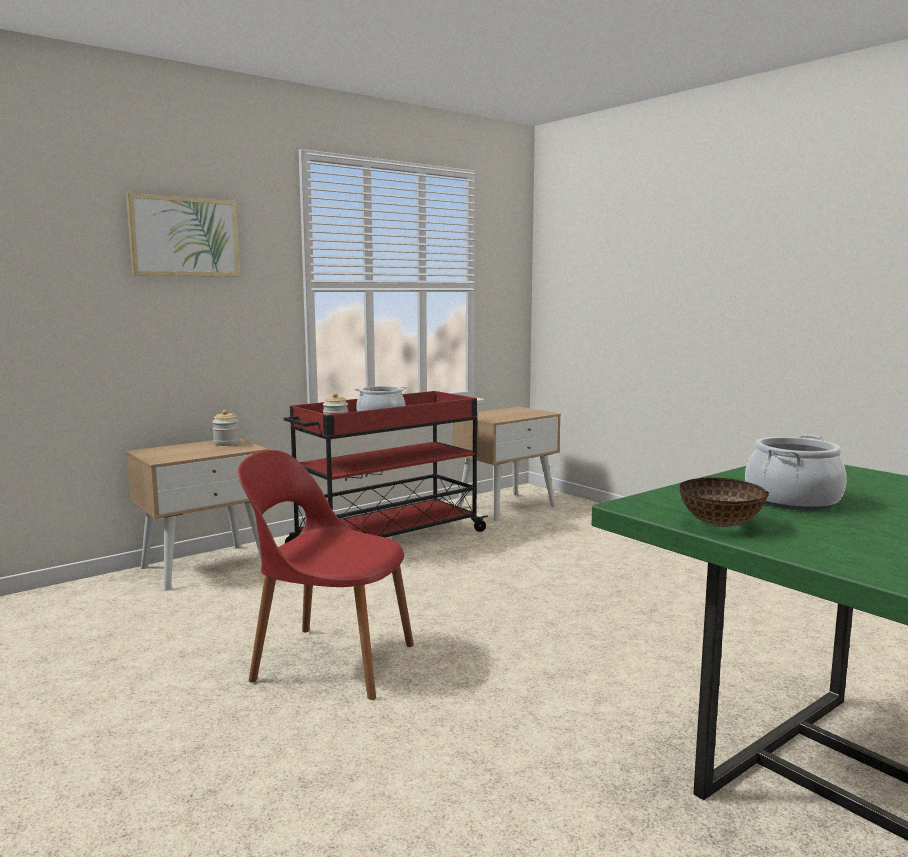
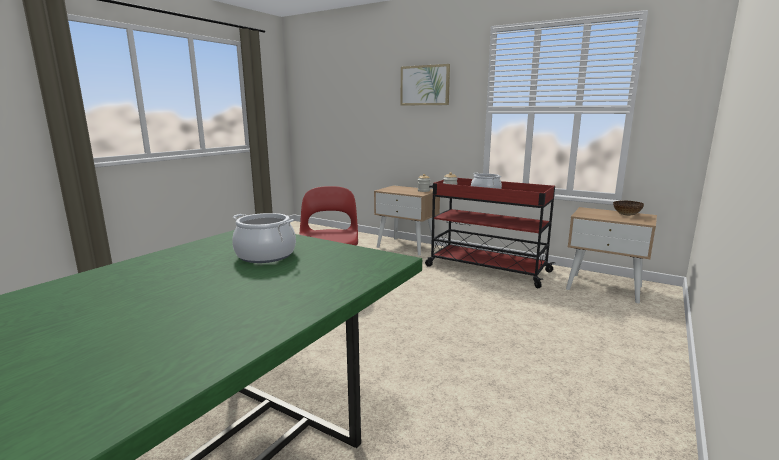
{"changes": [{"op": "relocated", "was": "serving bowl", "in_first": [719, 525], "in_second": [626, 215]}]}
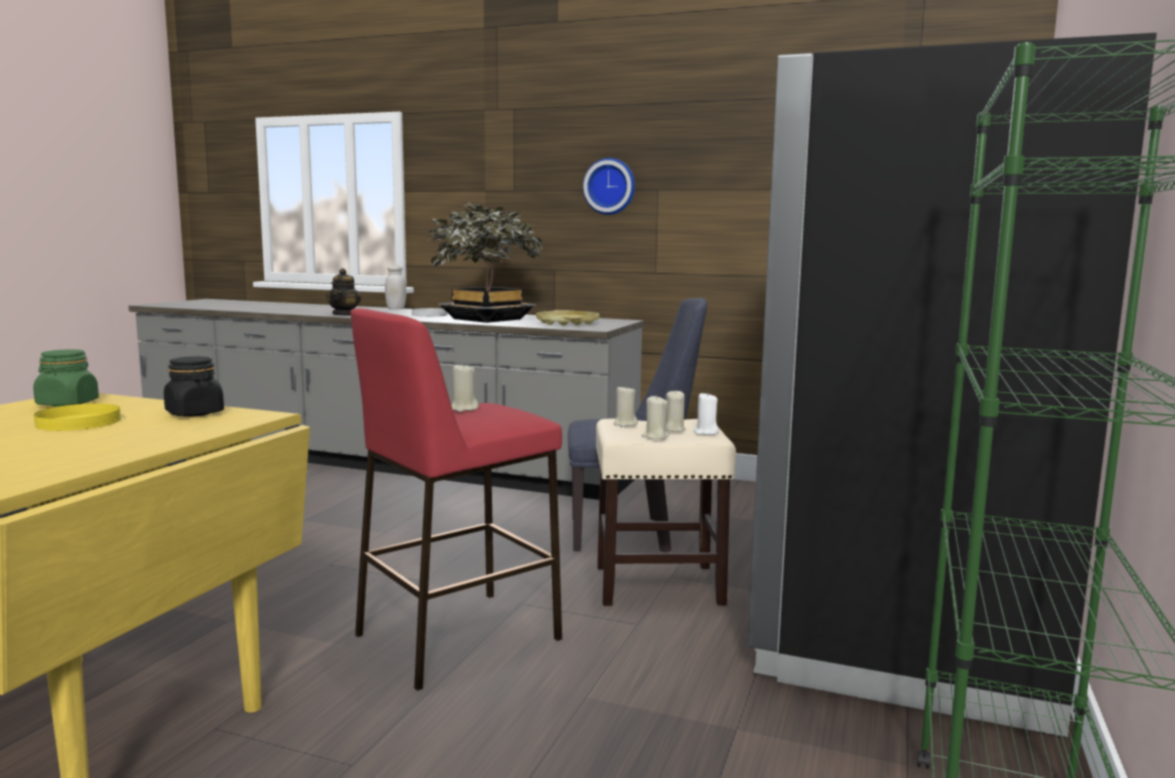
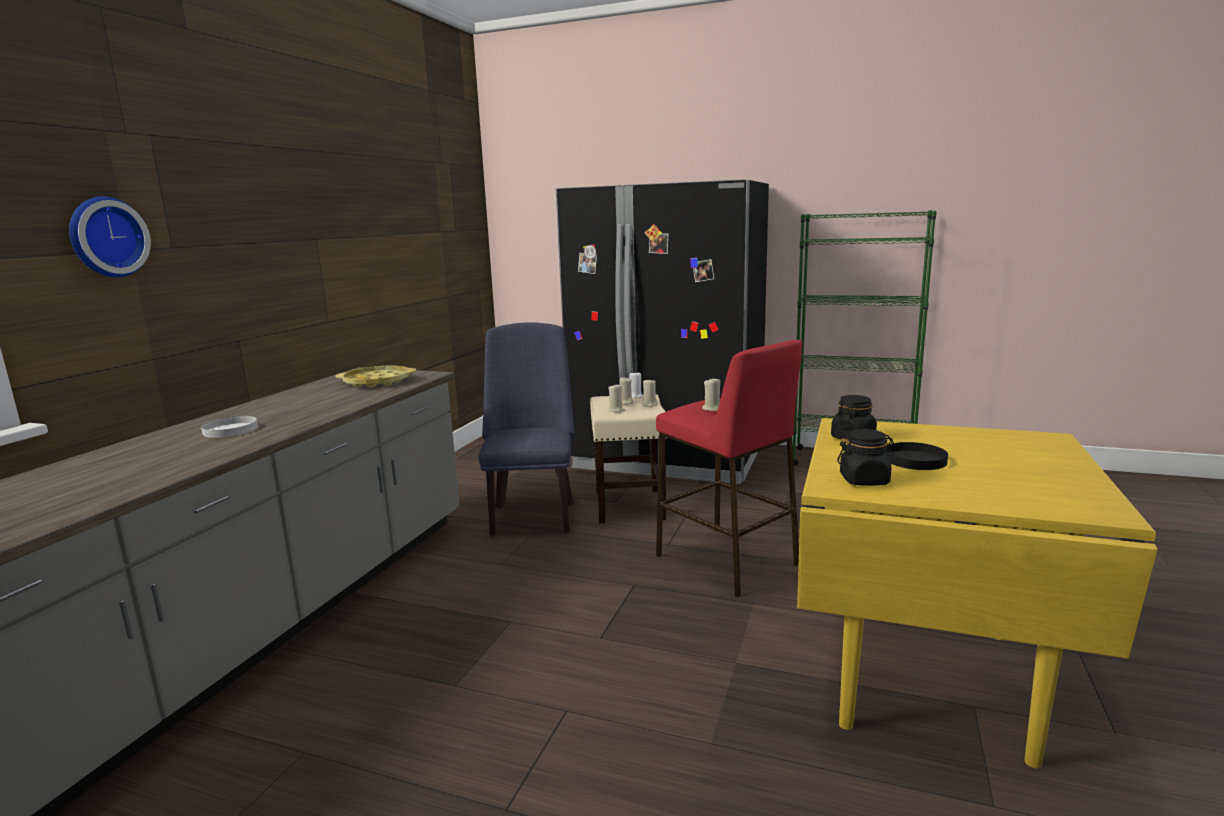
{"changes": [{"op": "colour", "was": "storage jar (green)", "now": "storage jar (black)", "in_first": [67, 404], "in_second": [864, 480]}, {"op": "colour", "was": "flat dish (yellow)", "now": "flat dish (black)", "in_first": [79, 422], "in_second": [915, 459]}, {"op": "missing", "was": "tea pot", "in_first": [344, 314]}, {"op": "missing", "was": "storage jar (white-coloured)", "in_first": [396, 309]}, {"op": "missing", "was": "houseplant", "in_first": [487, 319]}, {"op": "relocated", "was": "clock on the wall", "in_first": [610, 186], "in_second": [106, 237]}]}
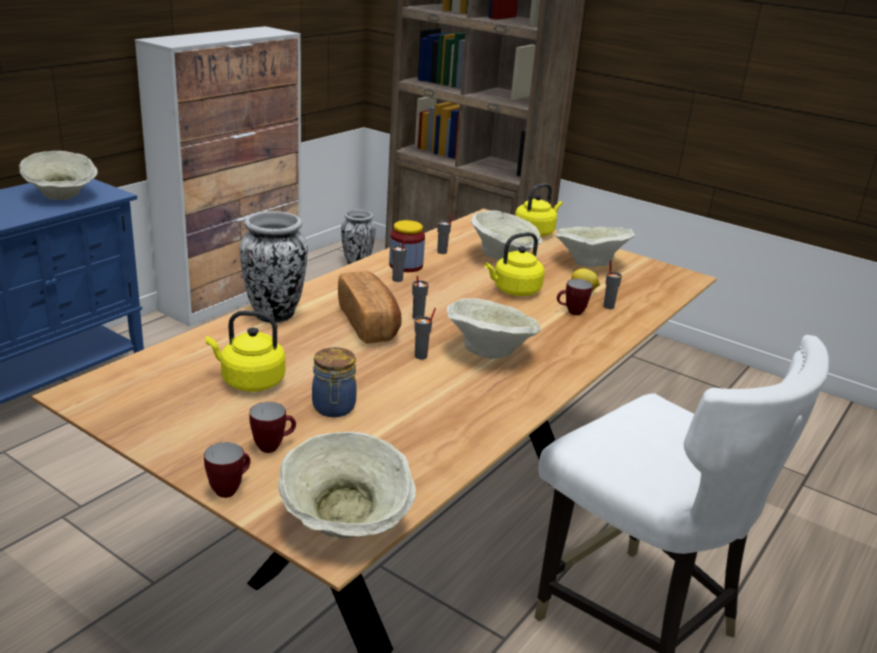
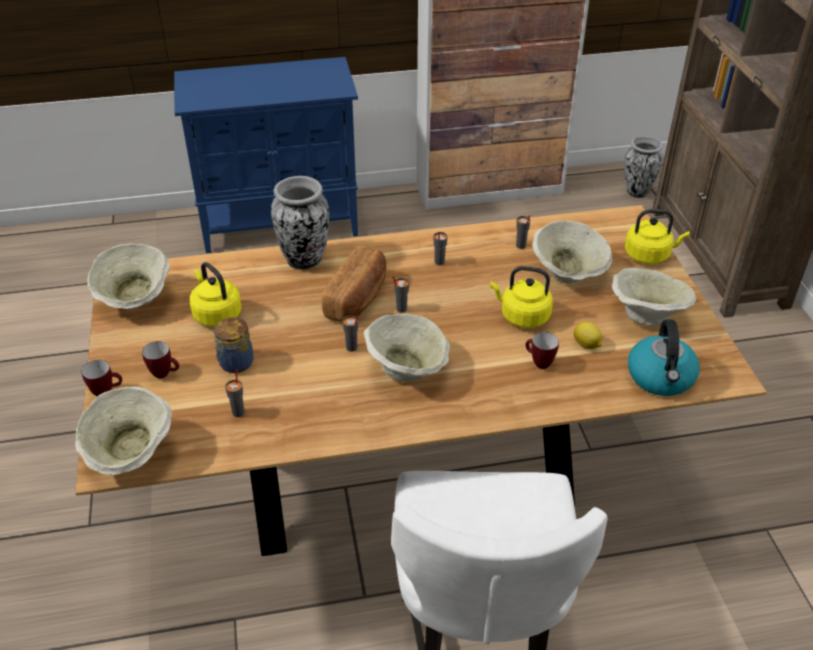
{"changes": [{"op": "relocated", "was": "serving bowl (sand-coloured)", "in_first": [62, 196], "in_second": [135, 300]}, {"op": "missing", "was": "storage jar", "in_first": [406, 265]}, {"op": "relocated", "was": "cup (gray)", "in_first": [608, 306], "in_second": [238, 412]}, {"op": "appeared", "now": "kettle", "in_second": [661, 377]}]}
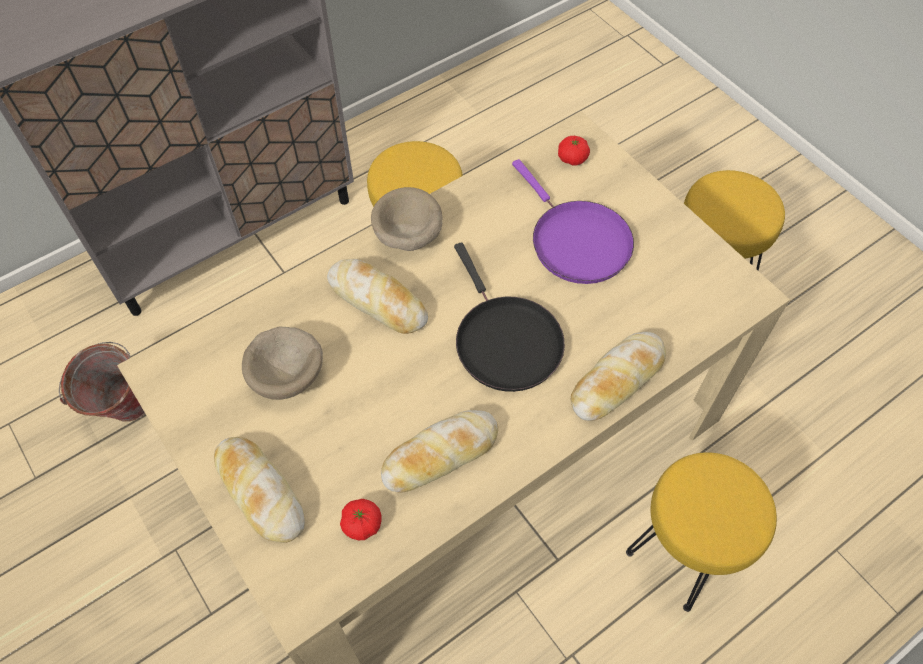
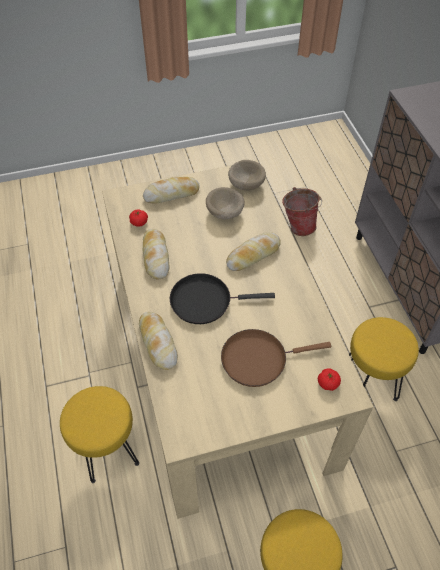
{"changes": [{"op": "relocated", "was": "serving bowl (sand-coloured)", "in_first": [407, 236], "in_second": [245, 184]}, {"op": "colour", "was": "pan (purple-coloured)", "now": "pan (brown)", "in_first": [576, 241], "in_second": [258, 359]}]}
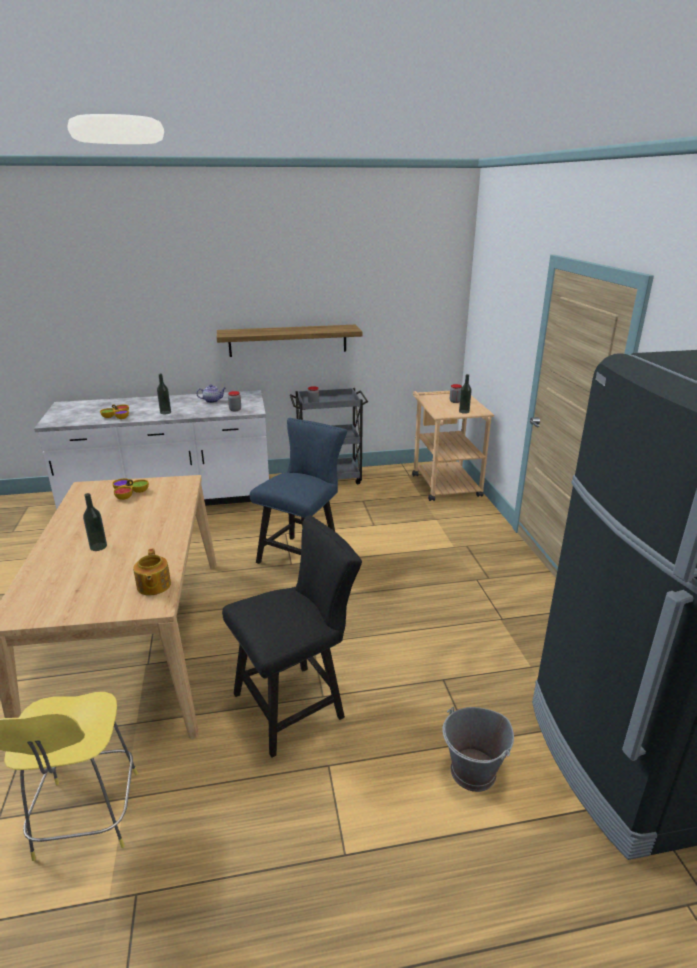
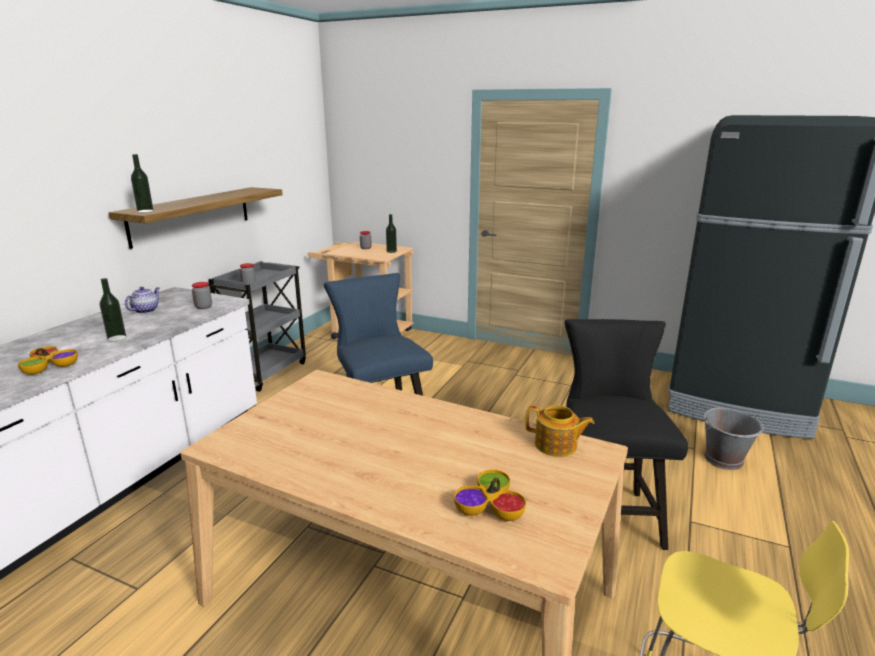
{"changes": [{"op": "relocated", "was": "drink bottle", "in_first": [98, 546], "in_second": [145, 211]}, {"op": "relocated", "was": "serving bowl", "in_first": [129, 493], "in_second": [490, 506]}]}
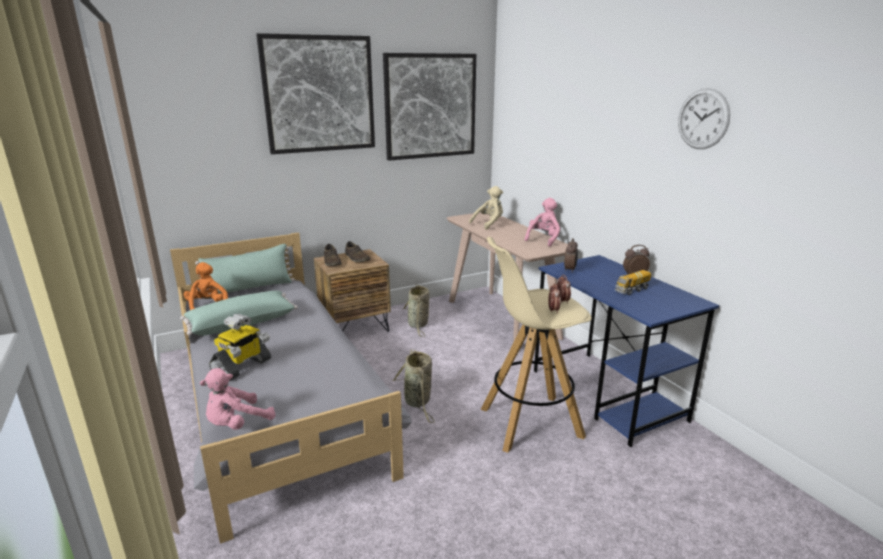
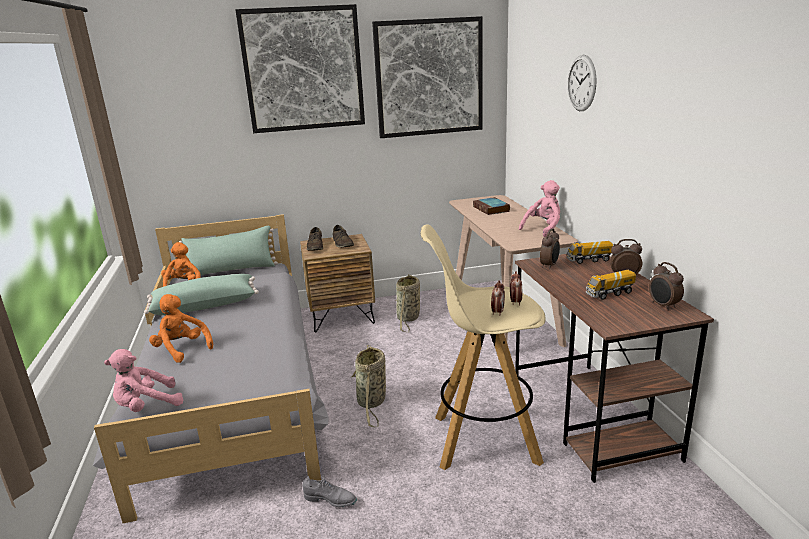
{"changes": [{"op": "exchanged", "was": "toy robot", "now": "cuddly toy (orangey)", "in_first": [242, 367], "in_second": [182, 349]}, {"op": "exchanged", "was": "cuddly toy (sand-coloured)", "now": "volume", "in_first": [489, 224], "in_second": [492, 209]}, {"op": "colour", "was": "desk unit (blue)", "now": "desk unit (brown)", "in_first": [607, 395], "in_second": [591, 417]}, {"op": "relocated", "was": "clock on the wall", "in_first": [703, 119], "in_second": [581, 83]}, {"op": "appeared", "now": "item of footwear (gray)", "in_second": [330, 500]}, {"op": "appeared", "now": "toy lorry", "in_second": [589, 260]}, {"op": "appeared", "now": "bedside clock", "in_second": [663, 306]}]}
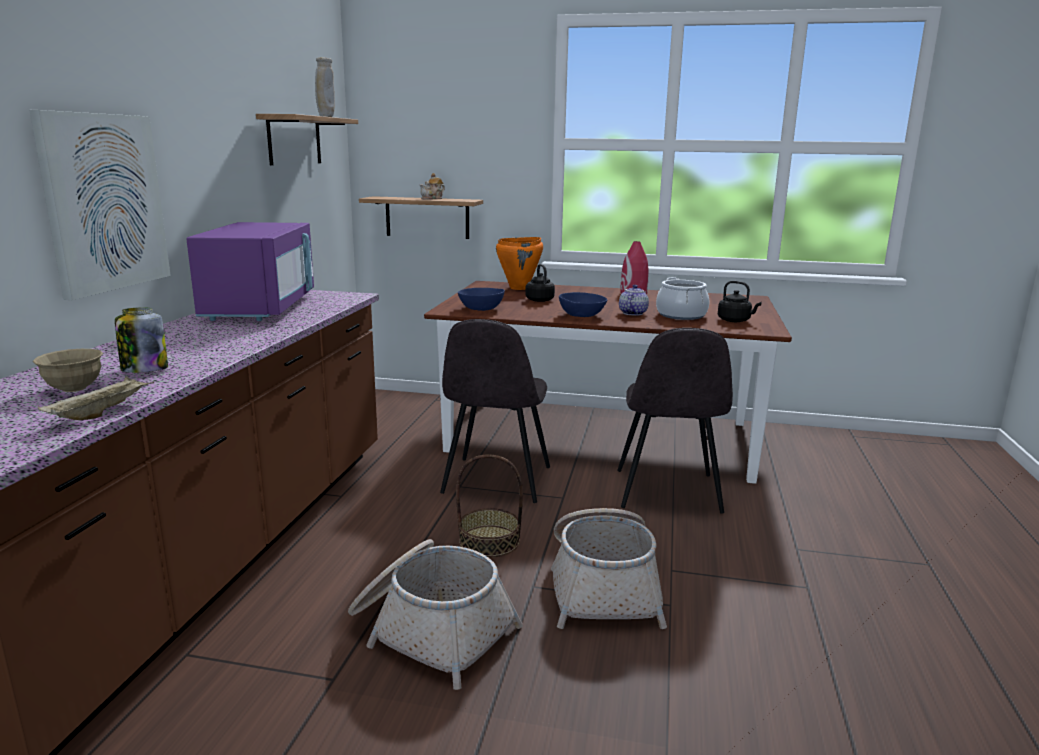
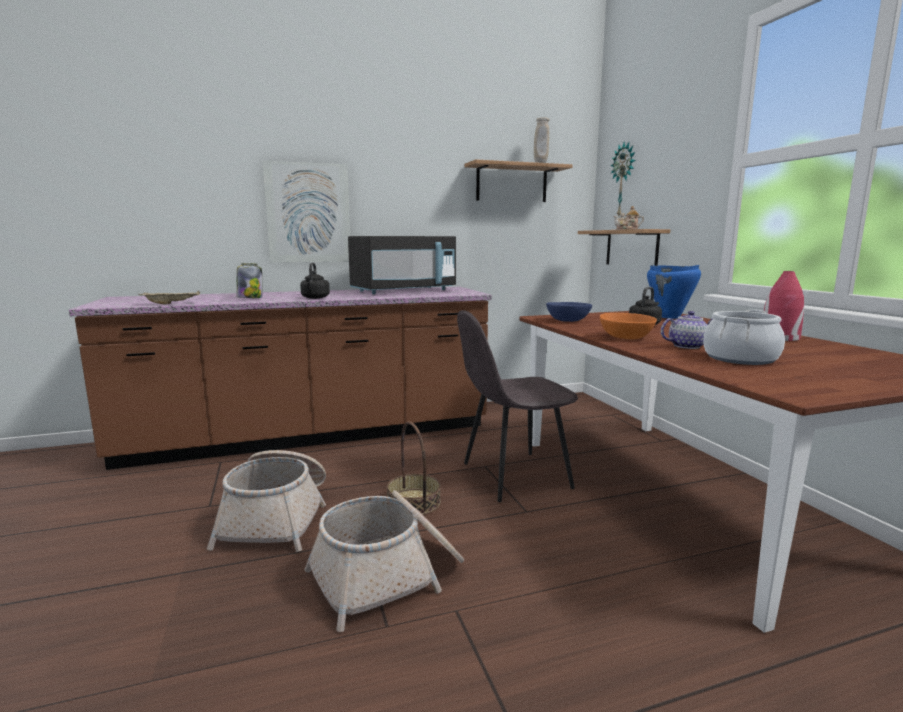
{"changes": [{"op": "missing", "was": "serving bowl (sand-coloured)", "in_first": [74, 388]}, {"op": "colour", "was": "microwave (purple-coloured)", "now": "microwave (black)", "in_first": [261, 308], "in_second": [403, 291]}, {"op": "colour", "was": "stockpot (orangey)", "now": "stockpot (blue)", "in_first": [519, 288], "in_second": [670, 317]}, {"op": "colour", "was": "serving bowl (blue)", "now": "serving bowl (orangey)", "in_first": [582, 315], "in_second": [626, 337]}, {"op": "missing", "was": "chair (gray)", "in_first": [667, 492]}, {"op": "relocated", "was": "kettle (black)", "in_first": [735, 321], "in_second": [315, 298]}, {"op": "appeared", "now": "clock on the wall", "in_second": [624, 180]}]}
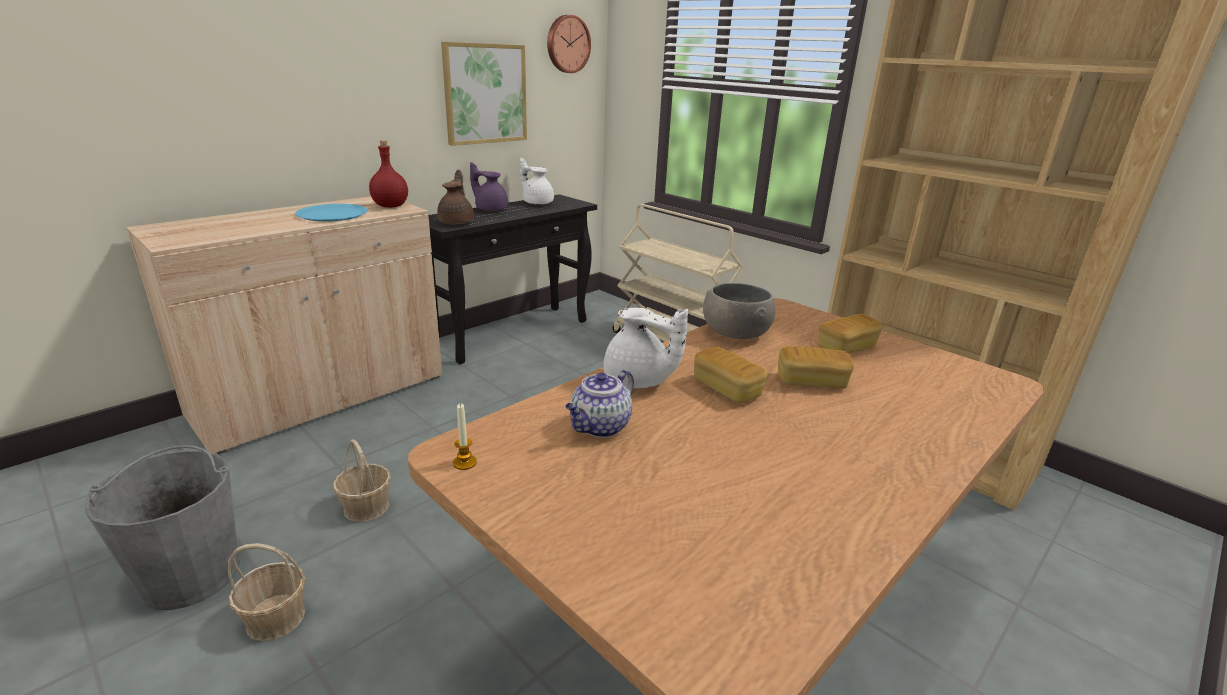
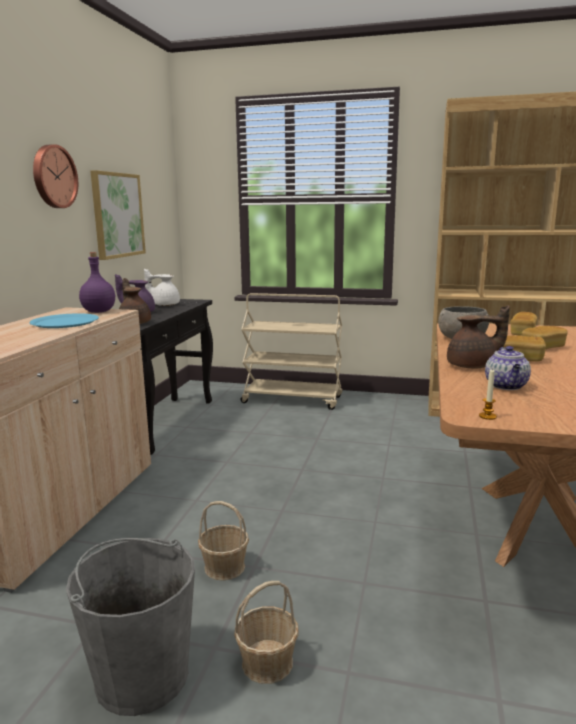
{"changes": [{"op": "colour", "was": "drink bottle (reddish)", "now": "drink bottle (purple-coloured)", "in_first": [391, 206], "in_second": [99, 311]}, {"op": "relocated", "was": "clock on the wall", "in_first": [567, 44], "in_second": [53, 177]}, {"op": "colour", "was": "tea pot (white-coloured)", "now": "tea pot (brown)", "in_first": [638, 381], "in_second": [472, 366]}]}
